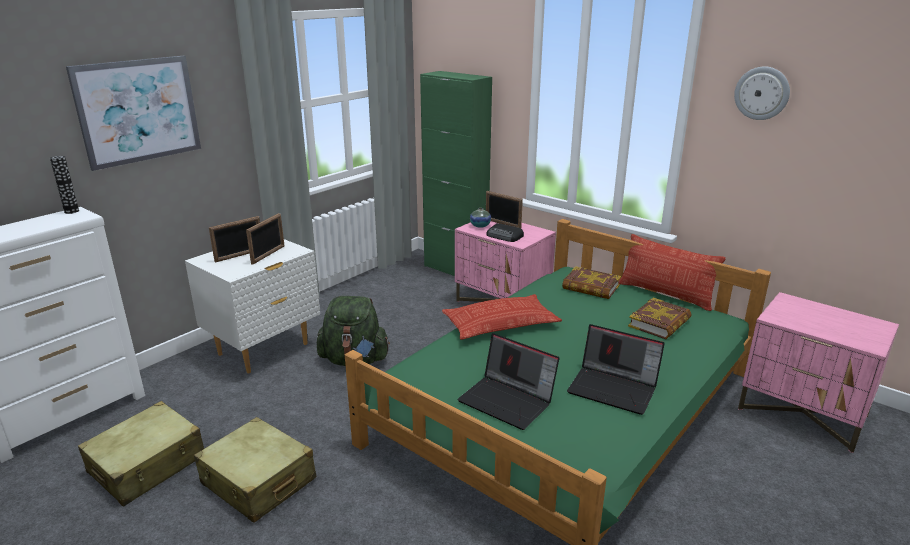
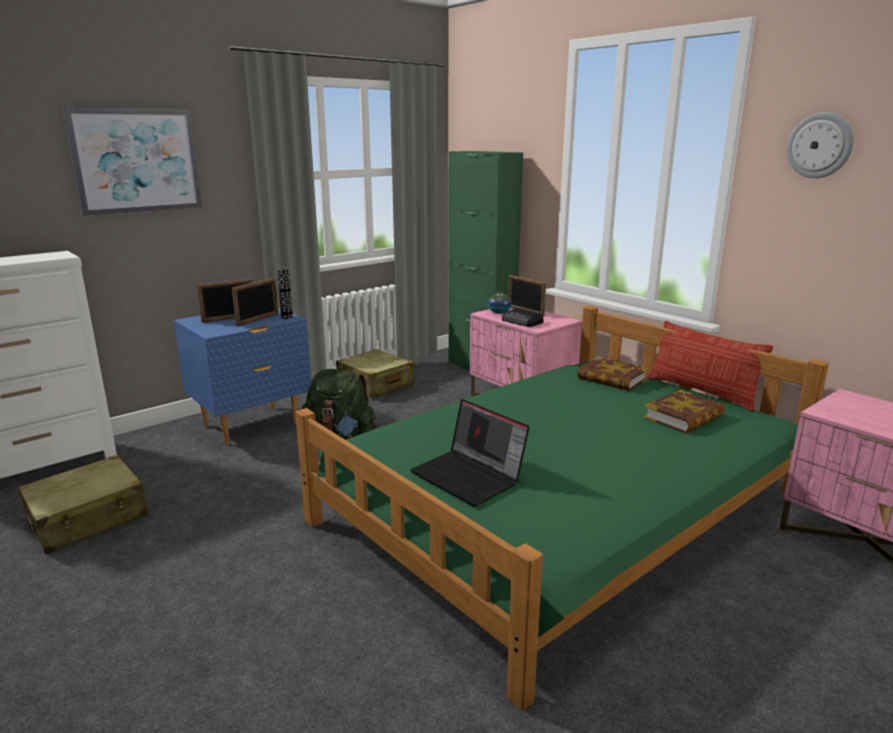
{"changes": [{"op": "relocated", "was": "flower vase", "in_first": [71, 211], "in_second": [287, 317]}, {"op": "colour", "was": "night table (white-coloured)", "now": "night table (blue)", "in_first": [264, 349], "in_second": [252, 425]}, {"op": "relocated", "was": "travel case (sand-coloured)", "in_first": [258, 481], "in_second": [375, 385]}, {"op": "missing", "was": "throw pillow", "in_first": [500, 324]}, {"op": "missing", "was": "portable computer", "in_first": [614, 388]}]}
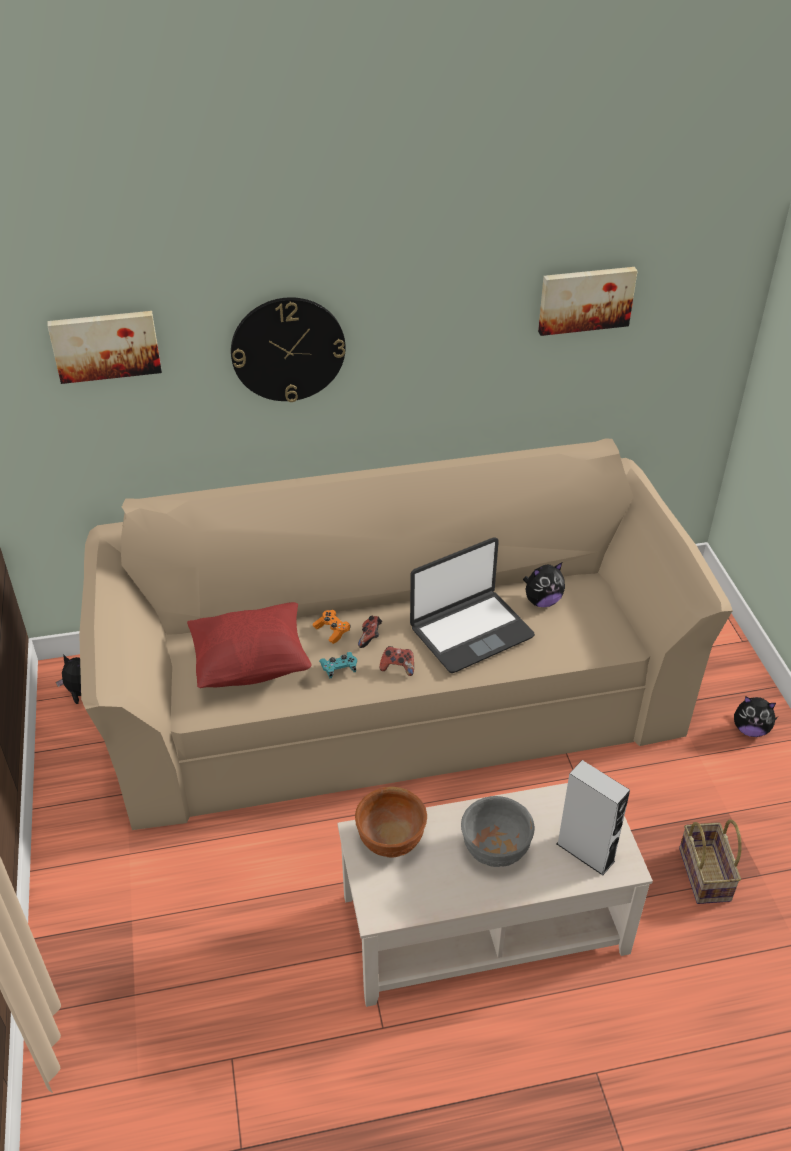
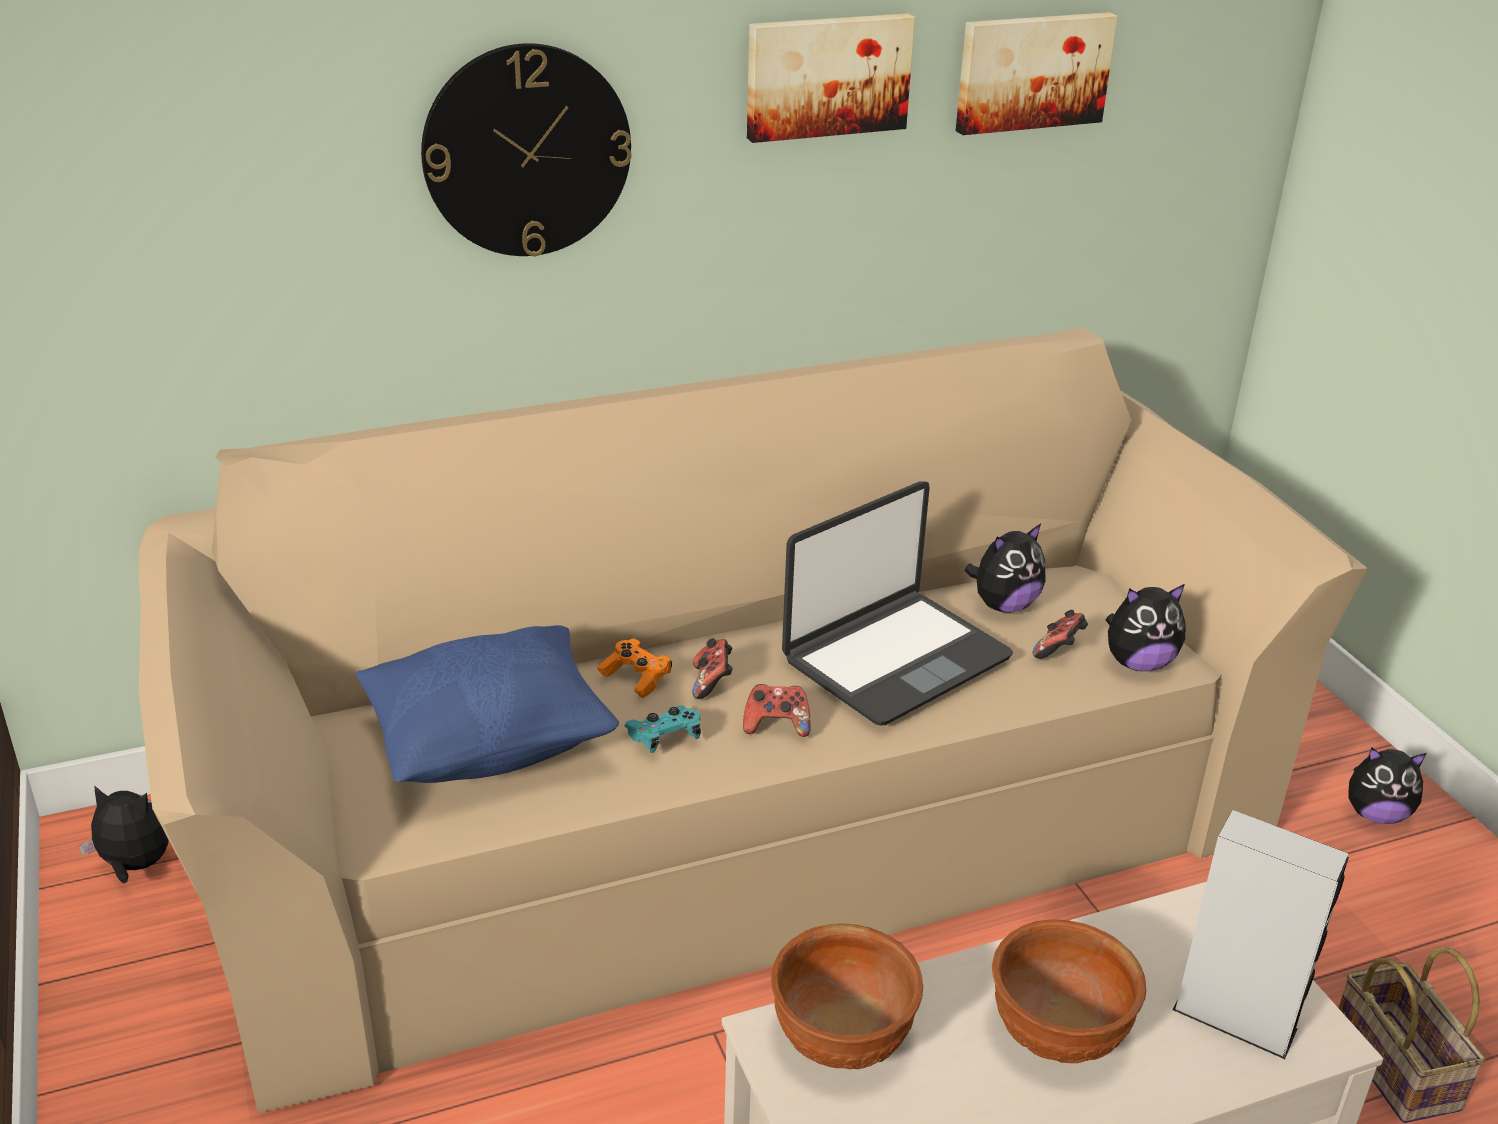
{"changes": [{"op": "relocated", "was": "picture", "in_first": [105, 345], "in_second": [827, 75]}, {"op": "colour", "was": "throw pillow (reddish)", "now": "throw pillow (blue)", "in_first": [252, 664], "in_second": [491, 745]}, {"op": "colour", "was": "serving bowl (gray)", "now": "serving bowl (brown)", "in_first": [494, 849], "in_second": [1055, 1034]}, {"op": "appeared", "now": "game controller", "in_second": [1059, 650]}, {"op": "appeared", "now": "cuddly toy", "in_second": [1138, 663]}]}
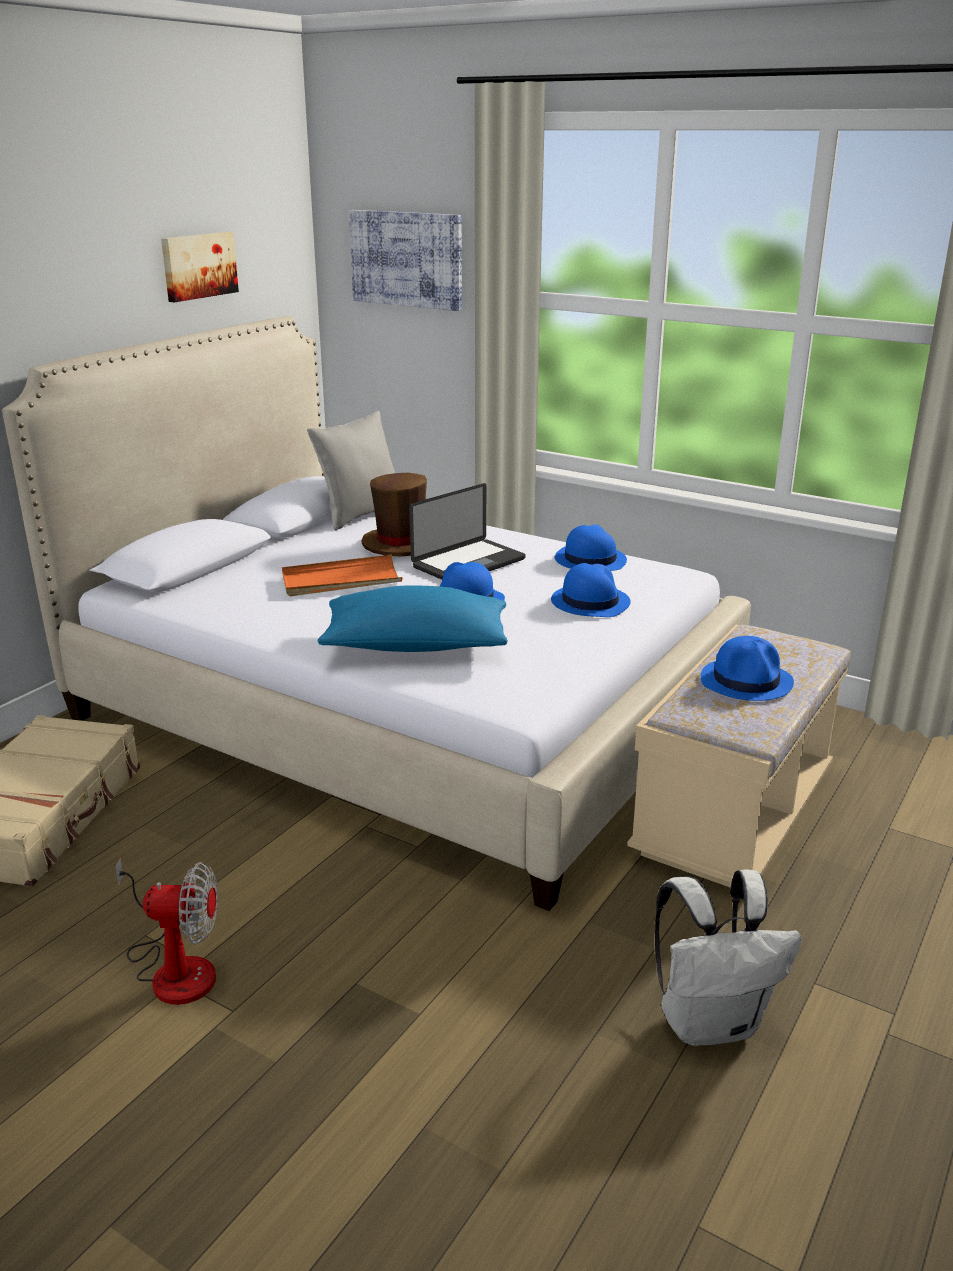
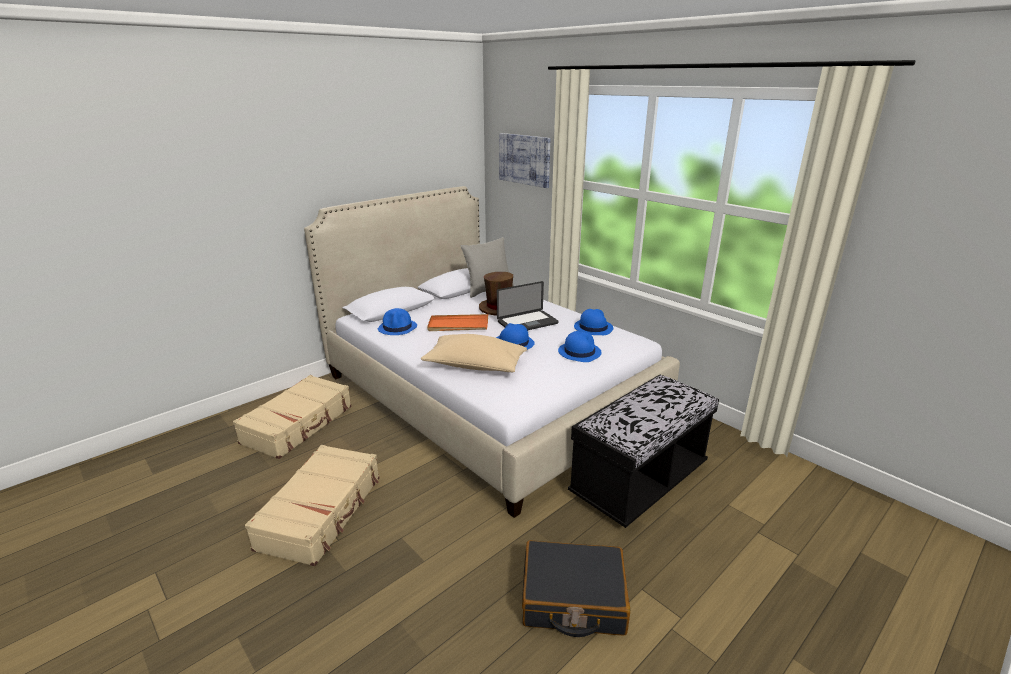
{"changes": [{"op": "exchanged", "was": "electric fan", "now": "travel case (sand-coloured)", "in_first": [175, 968], "in_second": [322, 512]}, {"op": "missing", "was": "picture", "in_first": [198, 266]}, {"op": "colour", "was": "throw pillow (blue)", "now": "throw pillow (sand-coloured)", "in_first": [415, 646], "in_second": [475, 366]}, {"op": "colour", "was": "bench (sand-coloured)", "now": "bench (black)", "in_first": [733, 815], "in_second": [638, 481]}, {"op": "exchanged", "was": "backpack (white-coloured)", "now": "travel case (black)", "in_first": [711, 1021], "in_second": [573, 599]}, {"op": "relocated", "was": "hat (blue)", "in_first": [747, 681], "in_second": [398, 328]}]}
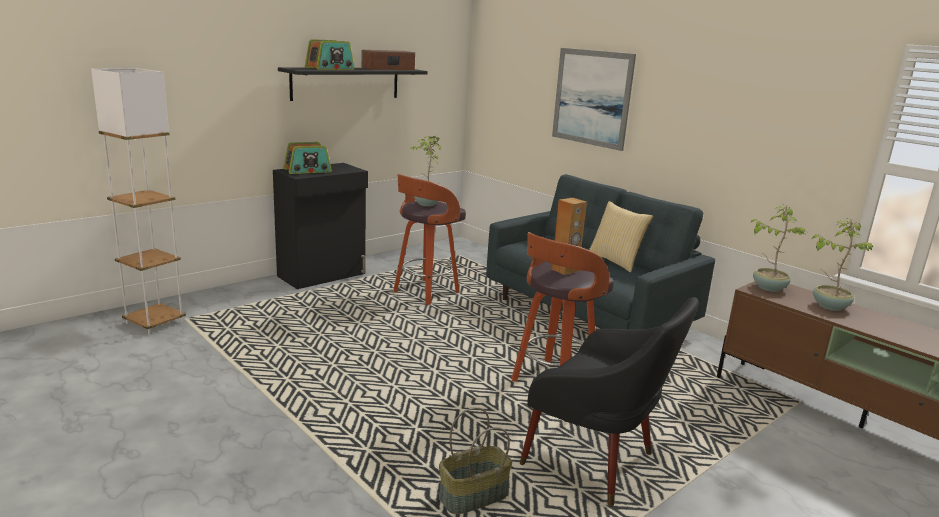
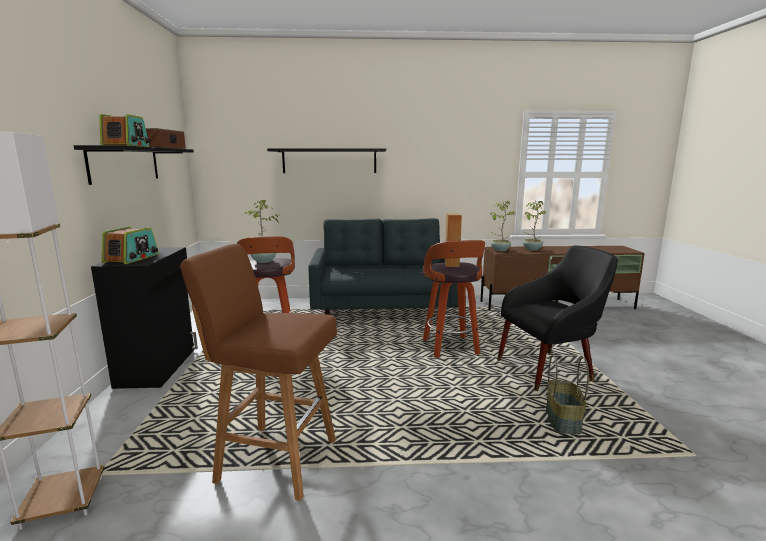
{"changes": [{"op": "exchanged", "was": "picture", "now": "wall shelf (black)", "in_first": [592, 98], "in_second": [329, 161]}, {"op": "missing", "was": "throw pillow", "in_first": [616, 261]}, {"op": "appeared", "now": "sitting stool (brown)", "in_second": [275, 459]}]}
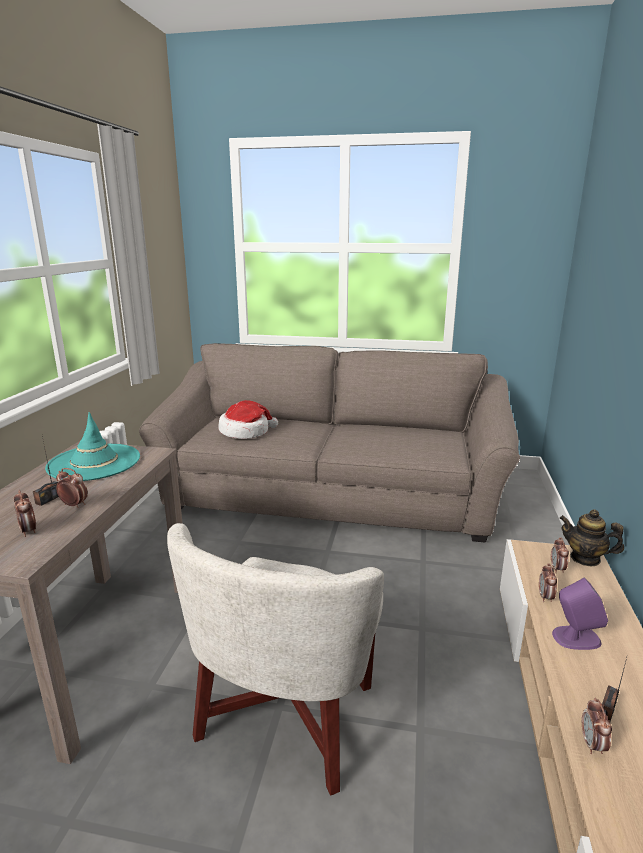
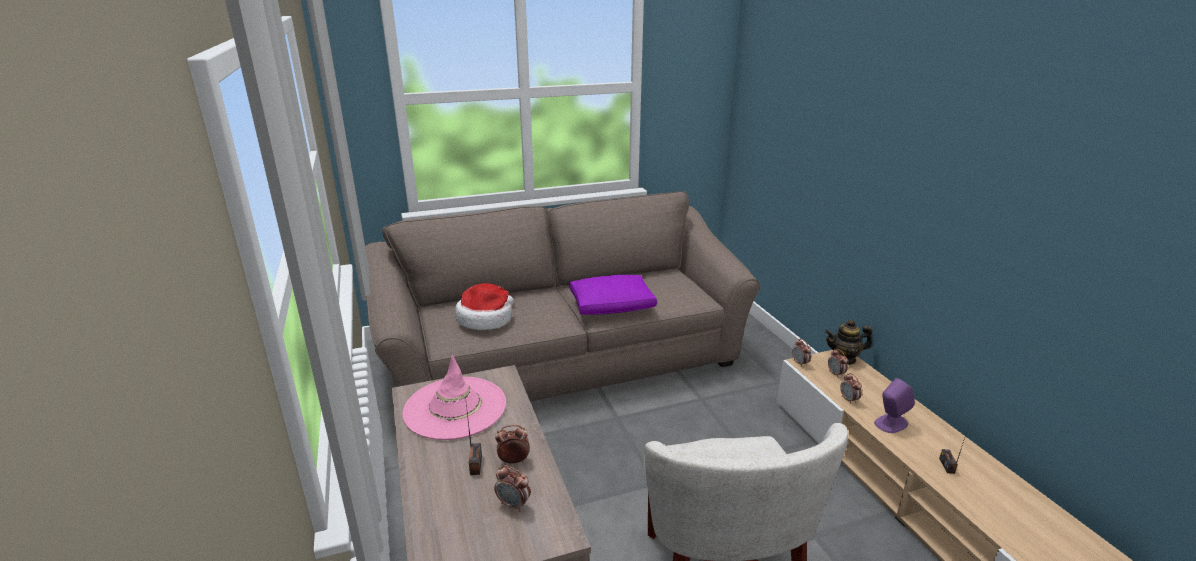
{"changes": [{"op": "colour", "was": "hat (turquoise-coloured)", "now": "hat (pinkish)", "in_first": [94, 462], "in_second": [455, 408]}, {"op": "relocated", "was": "bedside clock", "in_first": [592, 744], "in_second": [800, 363]}, {"op": "appeared", "now": "throw pillow (purple-coloured)", "in_second": [612, 305]}]}
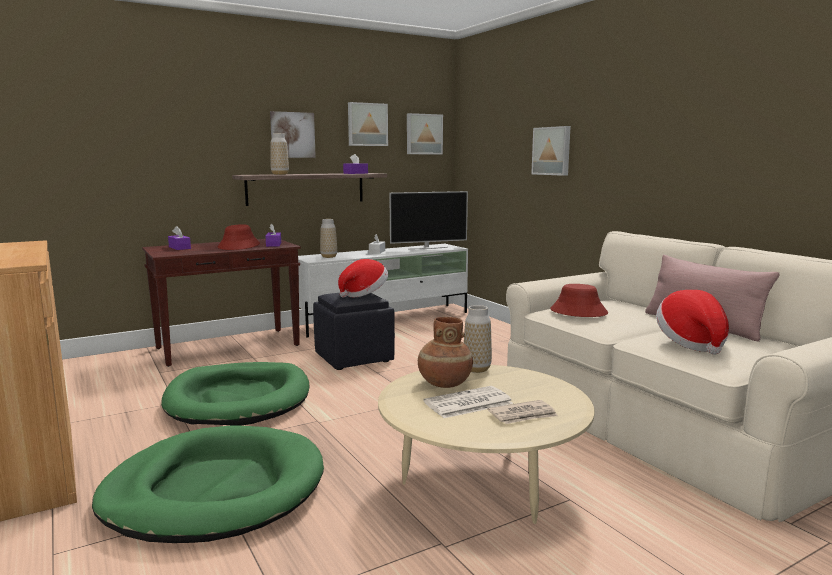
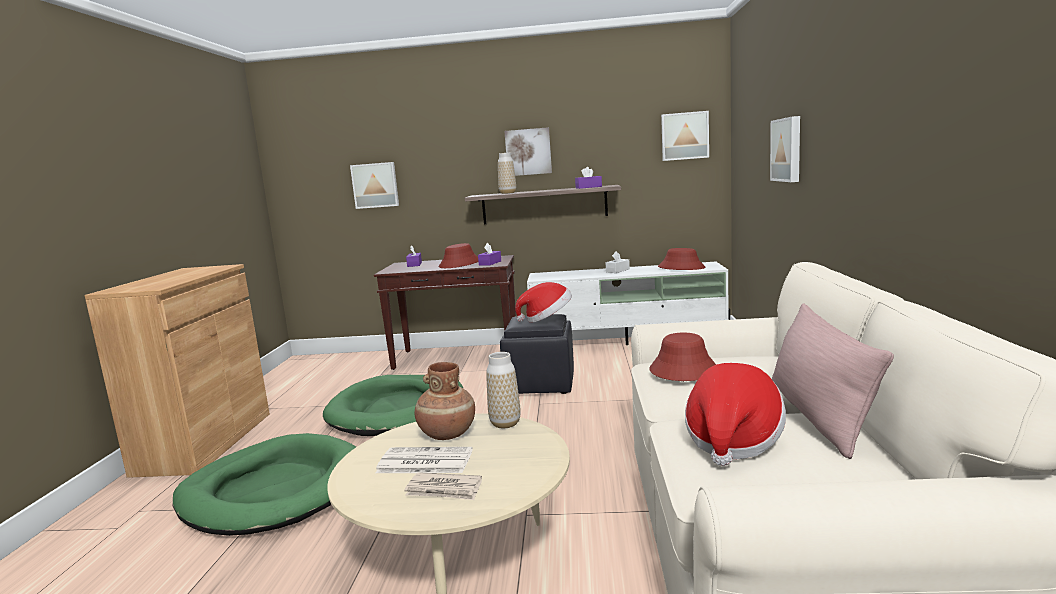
{"changes": [{"op": "missing", "was": "flower vase", "in_first": [329, 257]}, {"op": "relocated", "was": "picture", "in_first": [367, 124], "in_second": [375, 185]}, {"op": "exchanged", "was": "TV", "now": "hat (reddish)", "in_first": [427, 248], "in_second": [681, 267]}]}
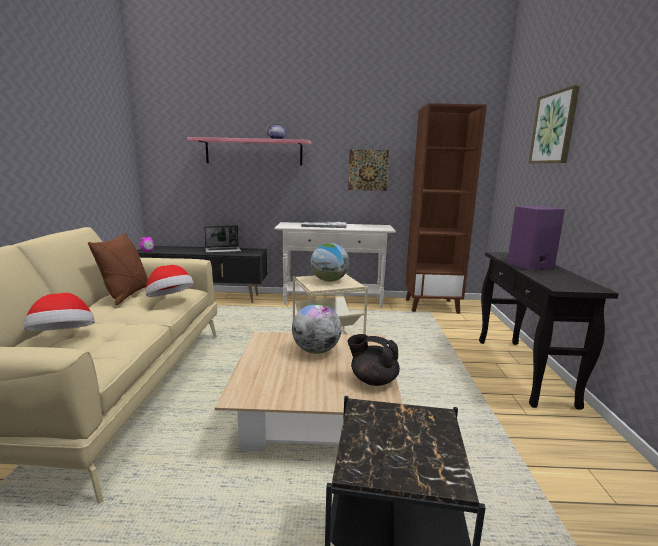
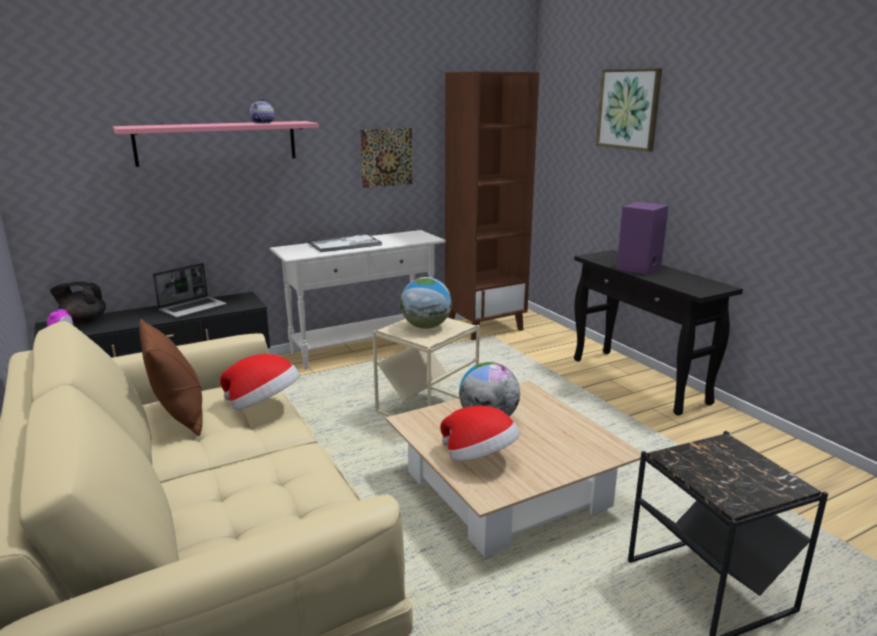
{"changes": [{"op": "relocated", "was": "hat", "in_first": [64, 337], "in_second": [479, 458]}, {"op": "relocated", "was": "tea pot (black)", "in_first": [373, 380], "in_second": [84, 321]}]}
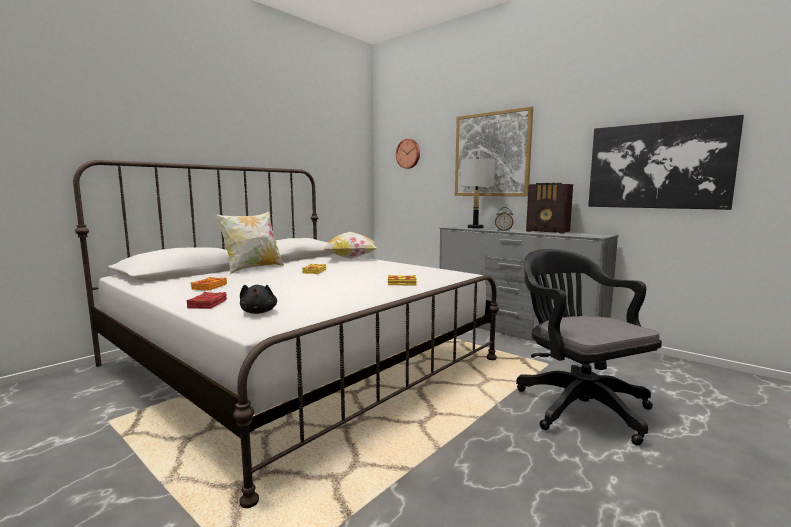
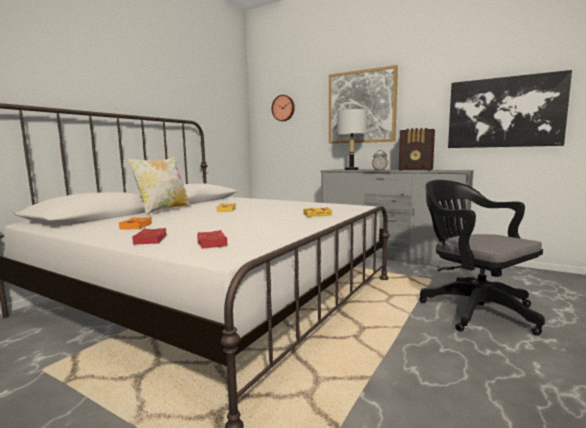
{"changes": [{"op": "exchanged", "was": "cuddly toy (black)", "now": "volume (reddish)", "in_first": [259, 312], "in_second": [211, 243]}, {"op": "missing", "was": "throw pillow", "in_first": [351, 258]}]}
